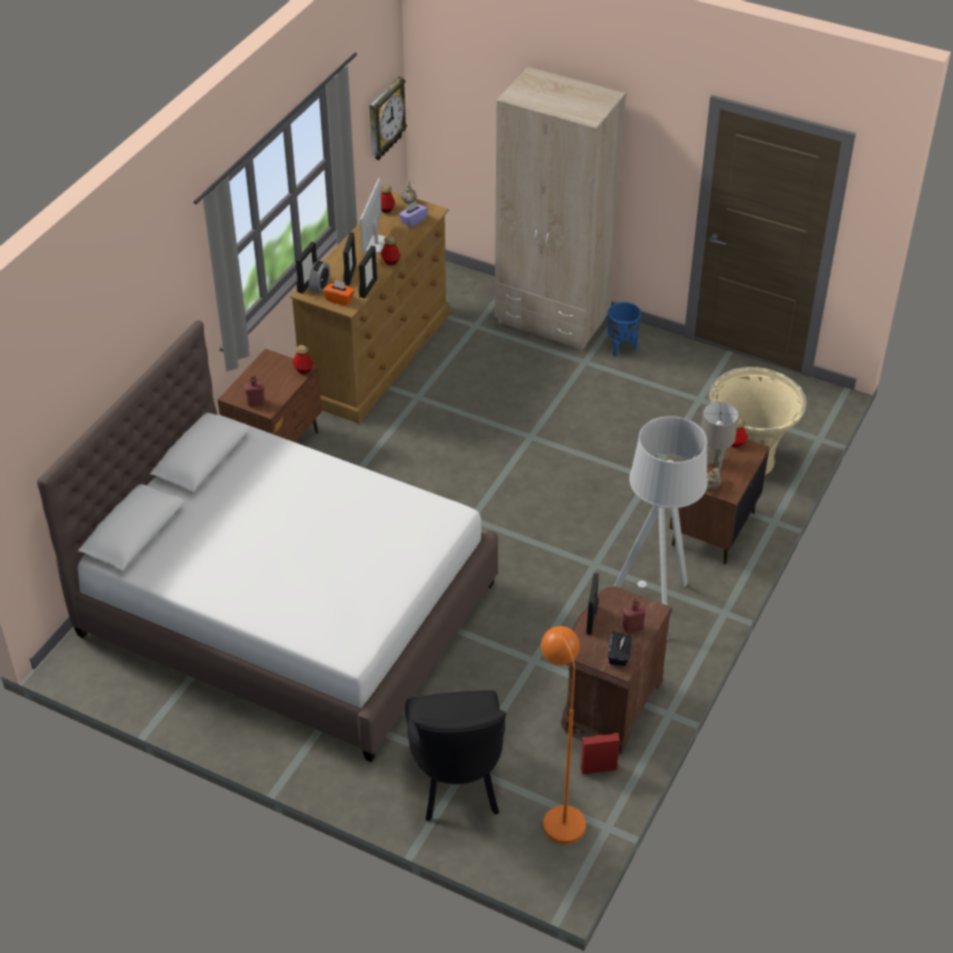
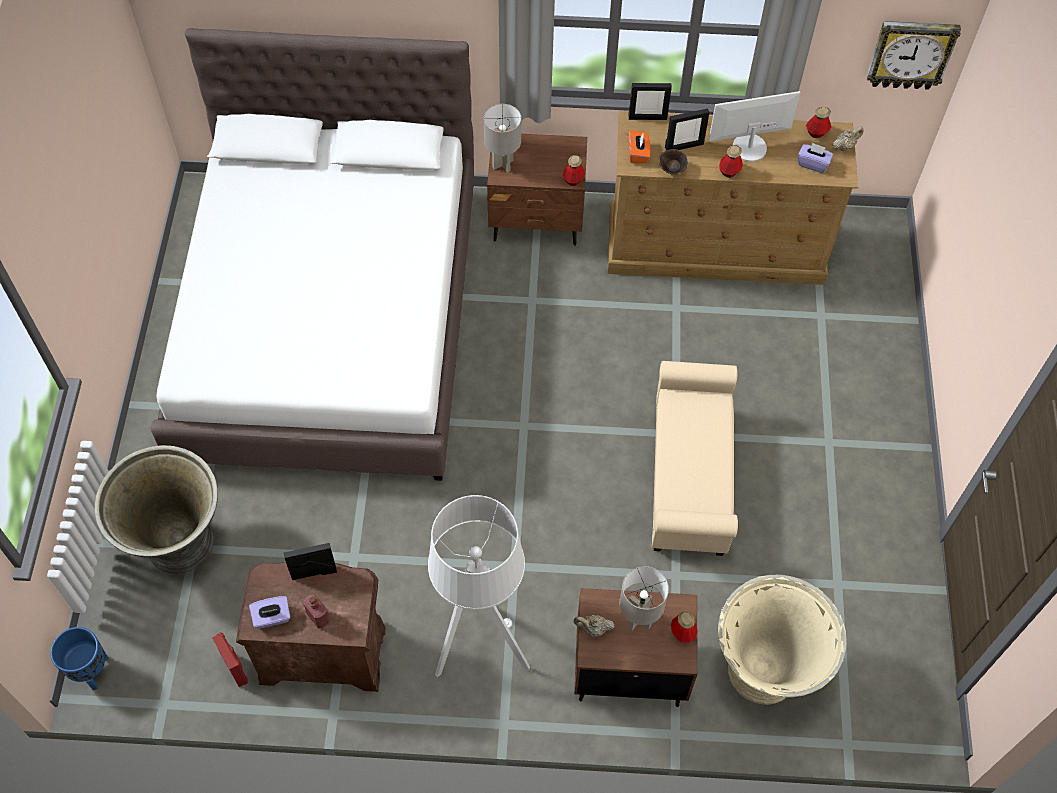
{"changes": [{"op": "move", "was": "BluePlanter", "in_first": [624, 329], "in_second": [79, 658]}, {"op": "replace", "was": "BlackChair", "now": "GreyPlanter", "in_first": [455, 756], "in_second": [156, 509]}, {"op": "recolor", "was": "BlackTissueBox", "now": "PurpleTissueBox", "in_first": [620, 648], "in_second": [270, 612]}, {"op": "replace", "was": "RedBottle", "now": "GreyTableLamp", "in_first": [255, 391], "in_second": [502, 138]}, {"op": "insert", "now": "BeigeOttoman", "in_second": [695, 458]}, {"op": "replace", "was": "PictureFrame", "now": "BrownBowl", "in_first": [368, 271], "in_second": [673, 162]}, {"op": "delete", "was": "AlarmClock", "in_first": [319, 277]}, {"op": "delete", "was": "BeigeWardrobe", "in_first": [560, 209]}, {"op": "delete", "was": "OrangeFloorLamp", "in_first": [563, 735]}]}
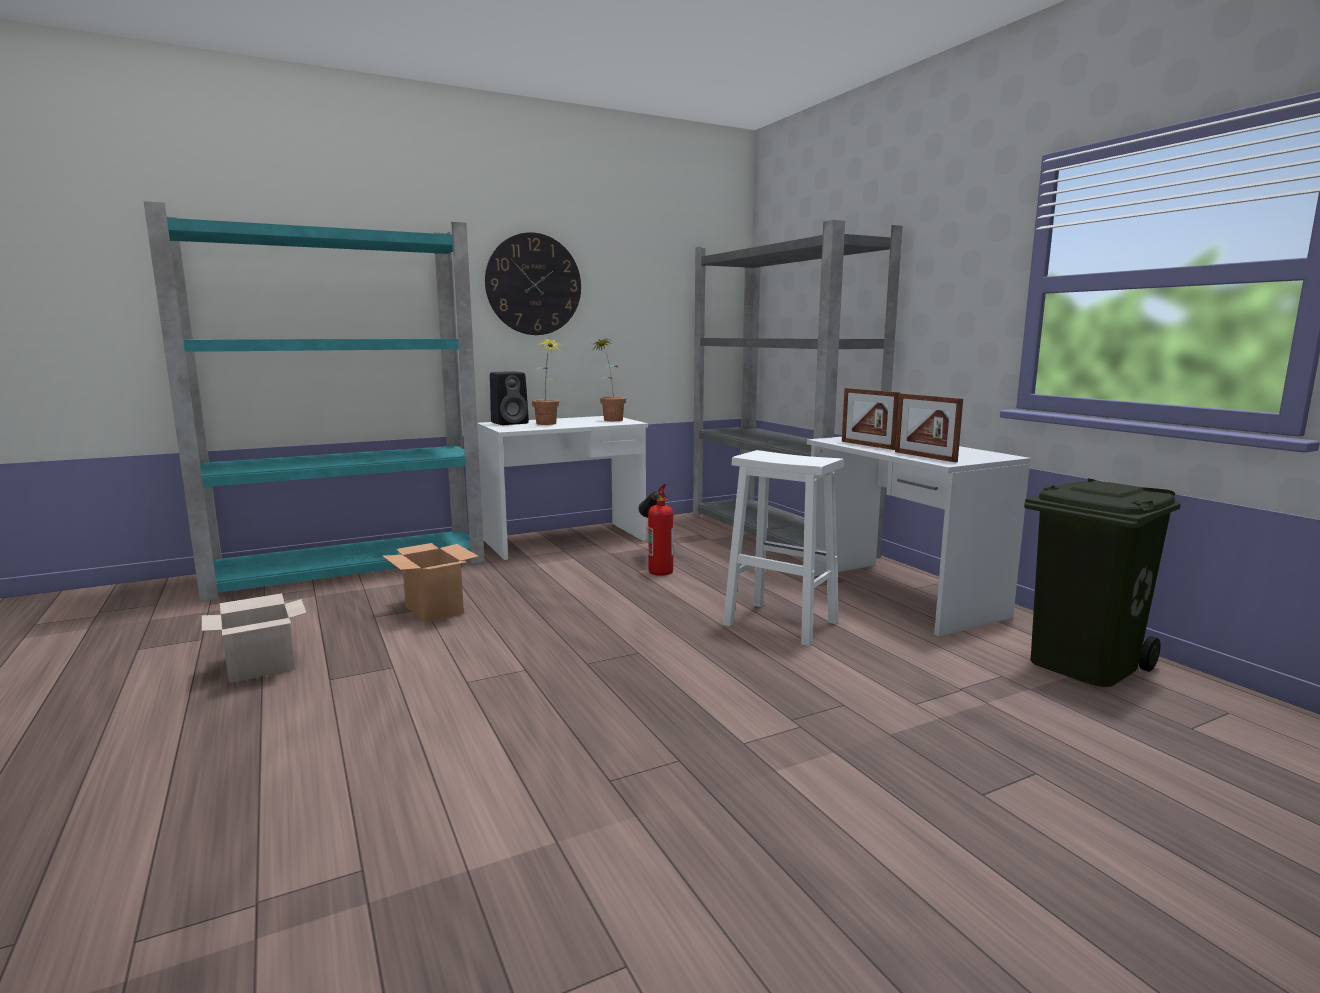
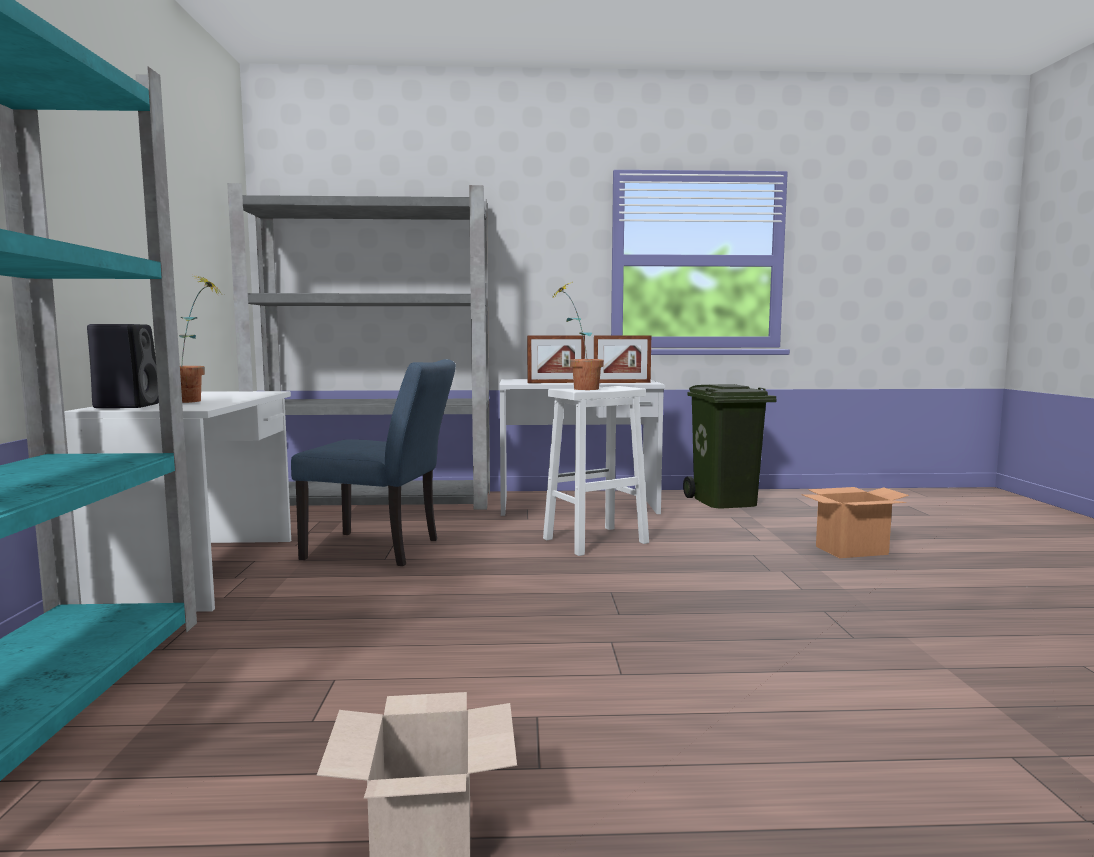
{"changes": [{"op": "replace", "was": "FireExtinguisher", "now": "BlueChair", "in_first": [656, 530], "in_second": [373, 462]}, {"op": "move", "was": "PottedPlant", "in_first": [609, 379], "in_second": [578, 336]}, {"op": "move", "was": "CardboardBox", "in_first": [431, 583], "in_second": [855, 522]}, {"op": "delete", "was": "WallClock", "in_first": [533, 283]}]}
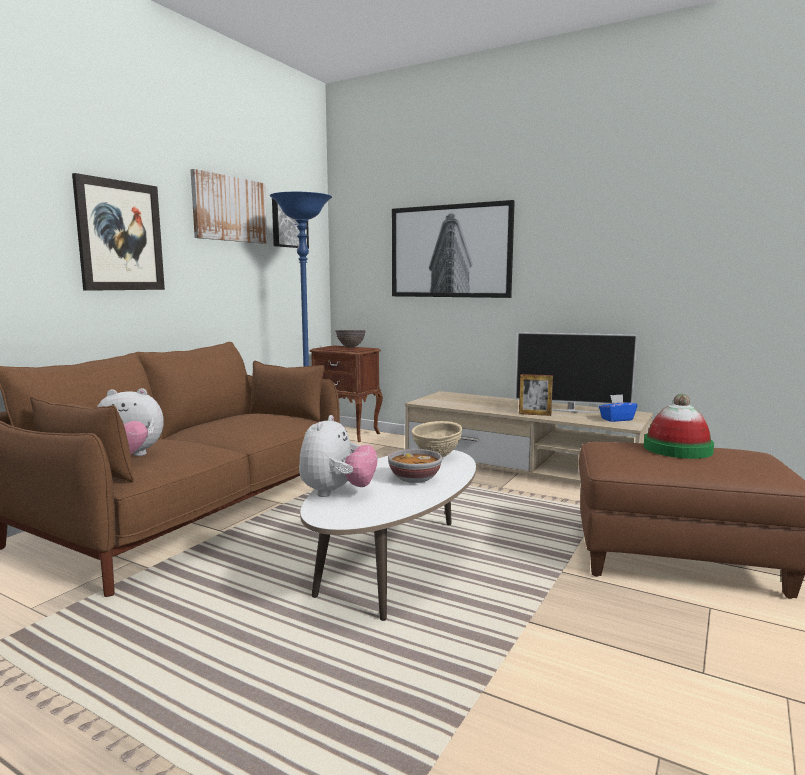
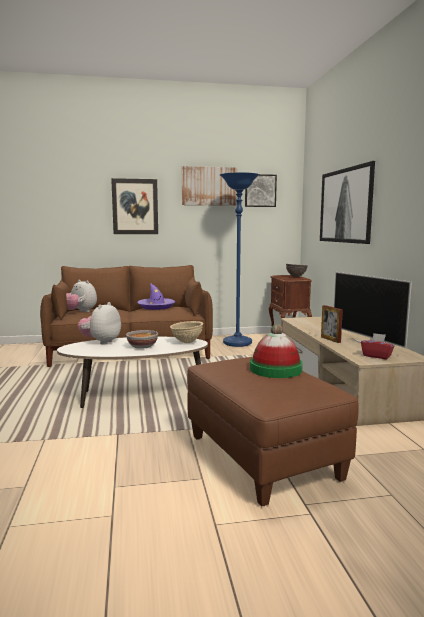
{"changes": [{"op": "rotate", "was": "PlushToy", "in_first": [338, 456], "in_second": [99, 323], "clockwise": 135}, {"op": "insert", "now": "PurpleHat", "in_second": [156, 296]}, {"op": "recolor", "was": "BlueTissueBox", "now": "RedTissueBox", "in_first": [618, 408], "in_second": [378, 346]}]}
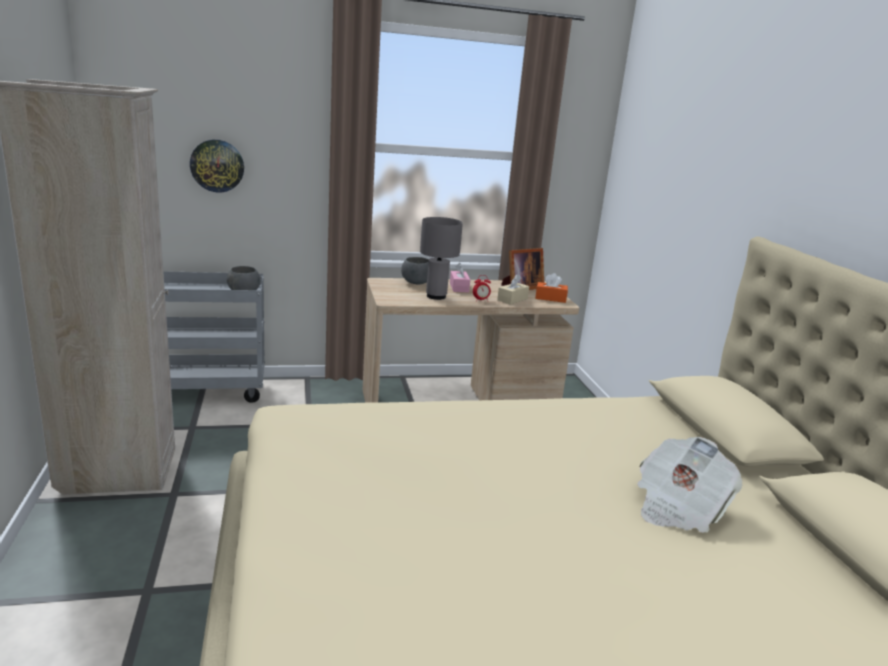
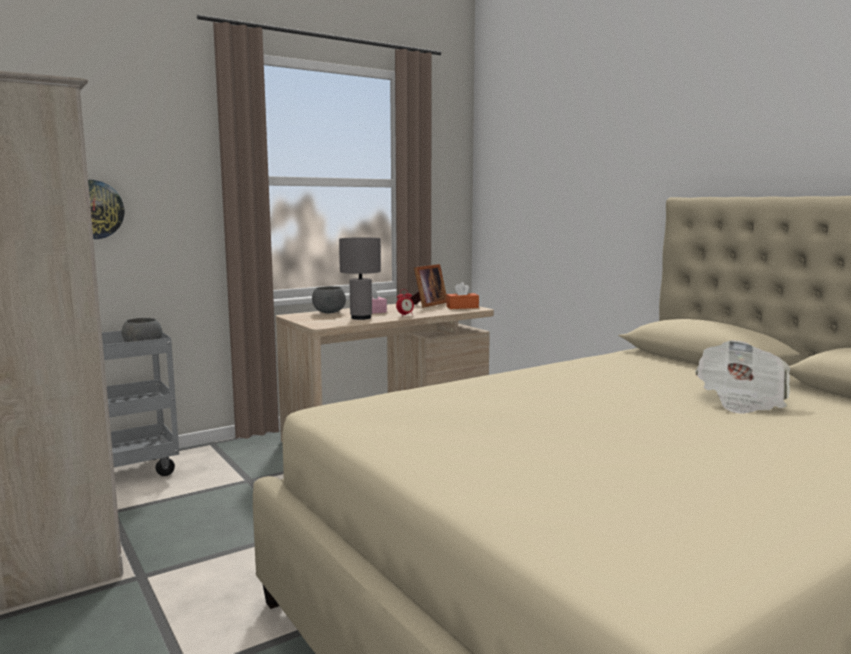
{"changes": [{"op": "delete", "was": "BeigeTissueBox", "in_first": [513, 289]}]}
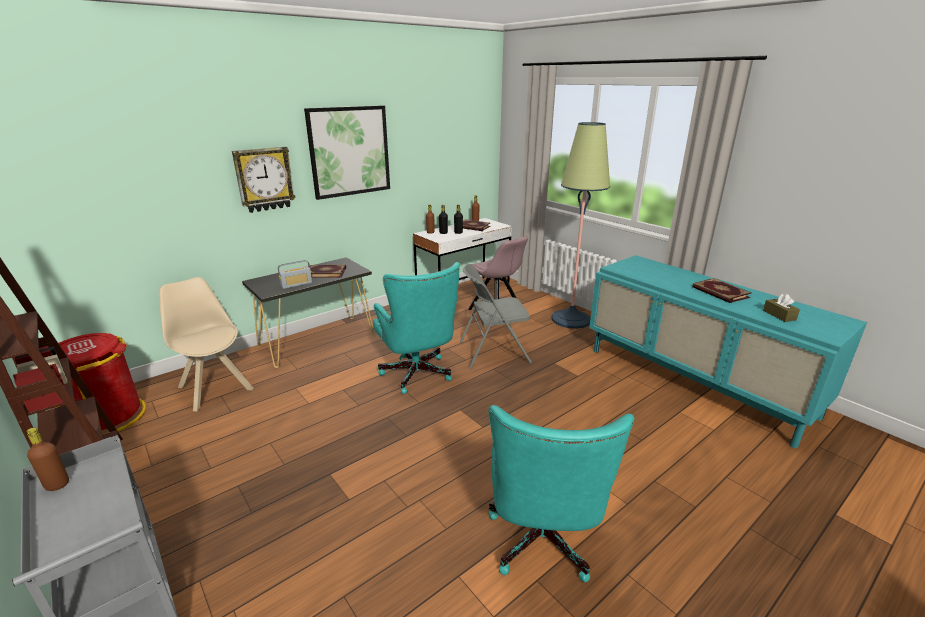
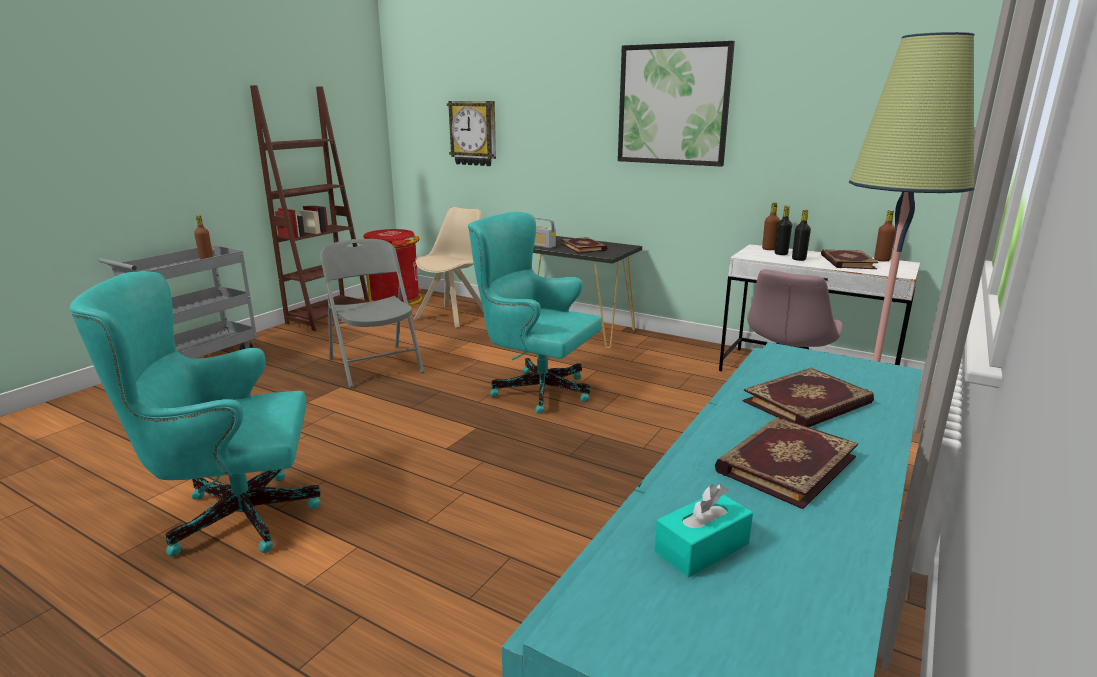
{"changes": [{"op": "move", "was": "GreyChair", "in_first": [496, 316], "in_second": [372, 313]}, {"op": "move", "was": "WallClock", "in_first": [264, 180], "in_second": [471, 133]}, {"op": "rotate", "was": "TurquoiseOfficeChair", "in_first": [416, 328], "in_second": [535, 313], "clockwise": 75}, {"op": "recolor", "was": "BrownTissueBox", "now": "TurquoiseTissueBox", "in_first": [781, 308], "in_second": [704, 531]}, {"op": "insert", "now": "Book", "in_second": [808, 397]}]}
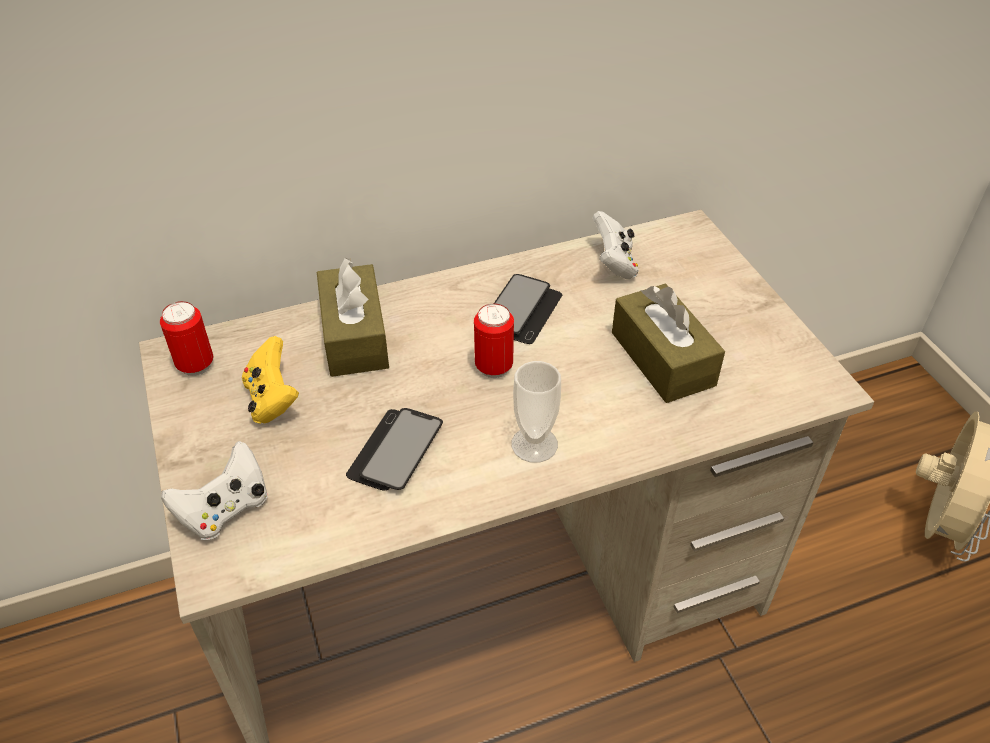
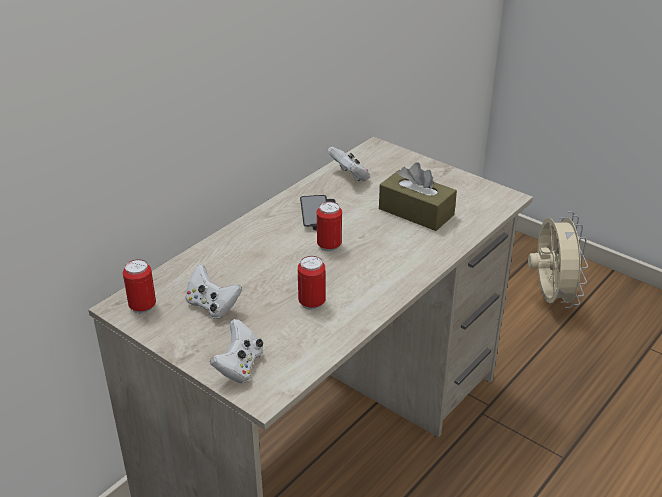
{"changes": [{"op": "recolor", "was": "YellowGameController", "now": "WhiteGameController", "in_first": [270, 380], "in_second": [213, 291]}, {"op": "replace", "was": "Phone", "now": "Can", "in_first": [394, 449], "in_second": [312, 283]}, {"op": "delete", "was": "BrownTissueBox", "in_first": [353, 317]}, {"op": "delete", "was": "Cup", "in_first": [536, 412]}]}
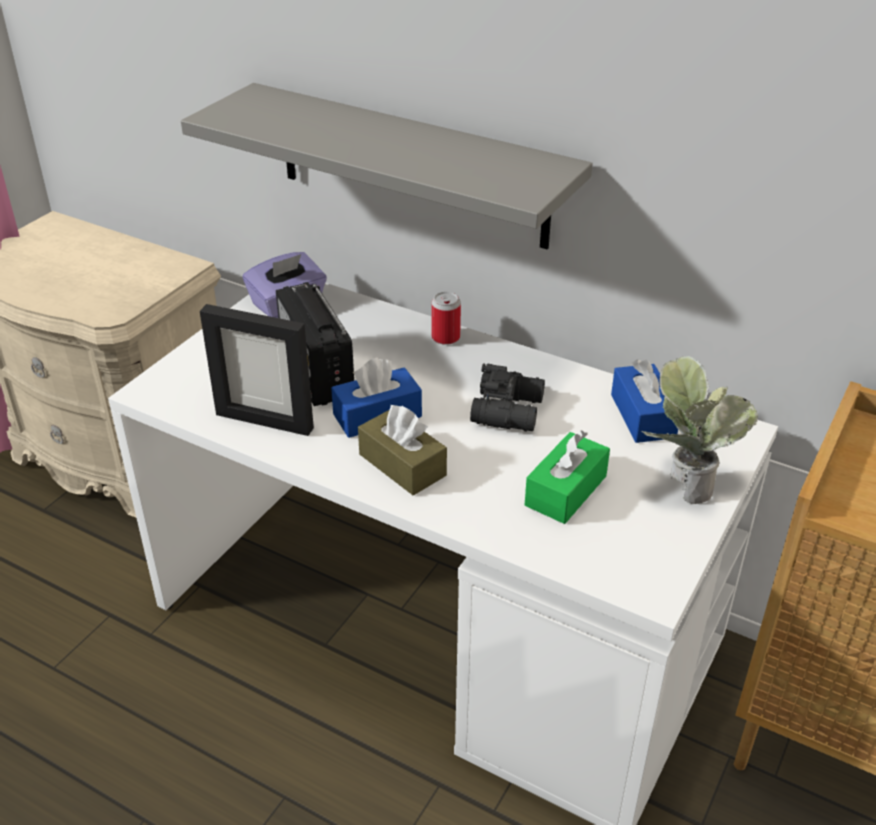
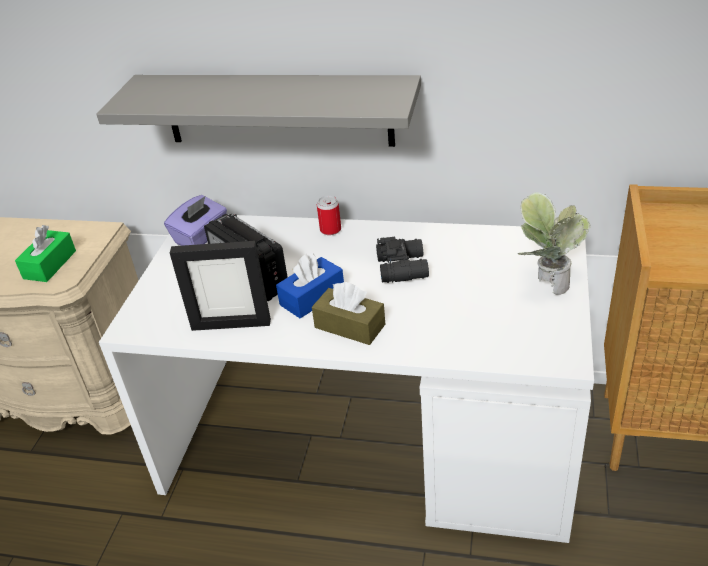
{"changes": [{"op": "move", "was": "GreenTissueBox", "in_first": [567, 477], "in_second": [45, 253]}, {"op": "delete", "was": "BlueTissueBox", "in_first": [644, 401]}]}
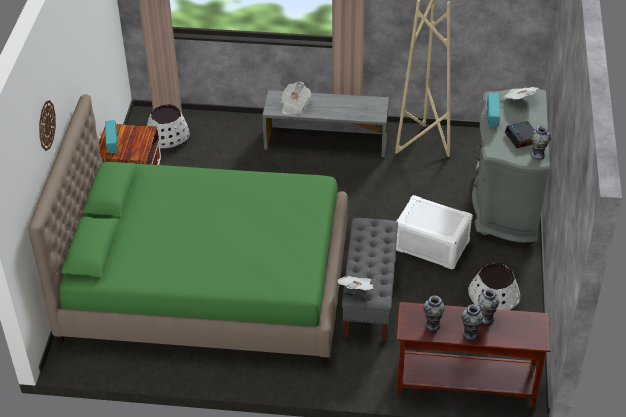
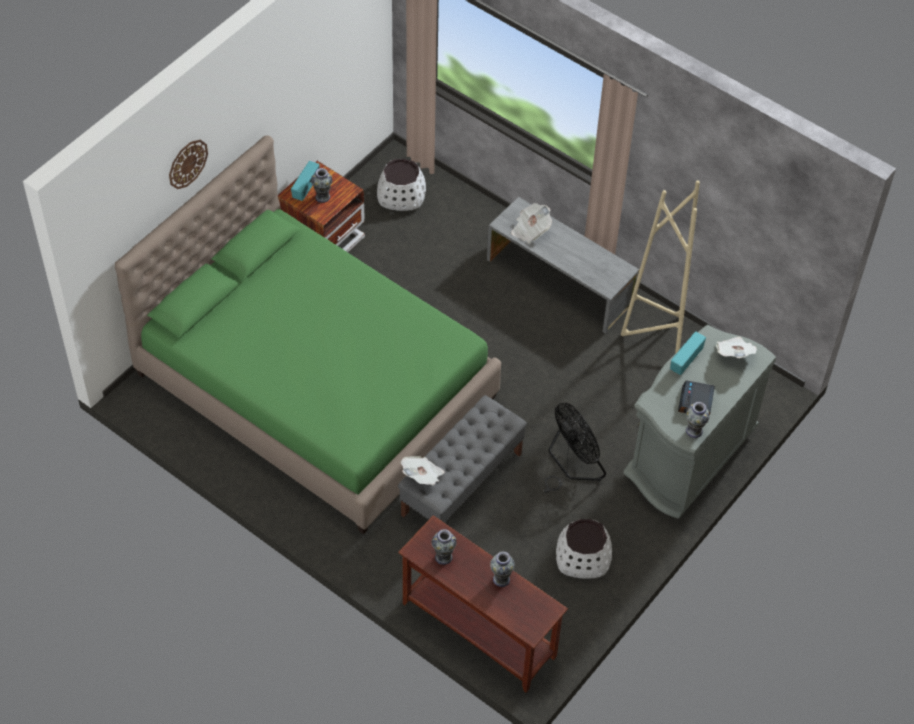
{"changes": [{"op": "move", "was": "Vase", "in_first": [472, 322], "in_second": [321, 185]}, {"op": "replace", "was": "WhiteStorageBox", "now": "BlackFan", "in_first": [434, 232], "in_second": [574, 448]}]}
